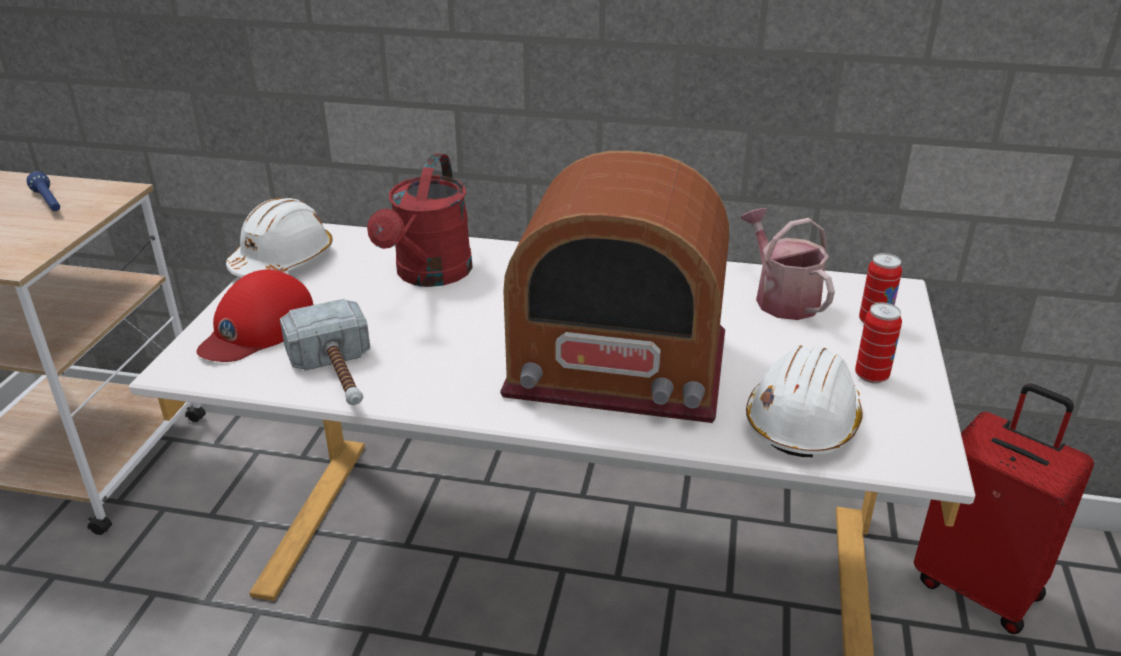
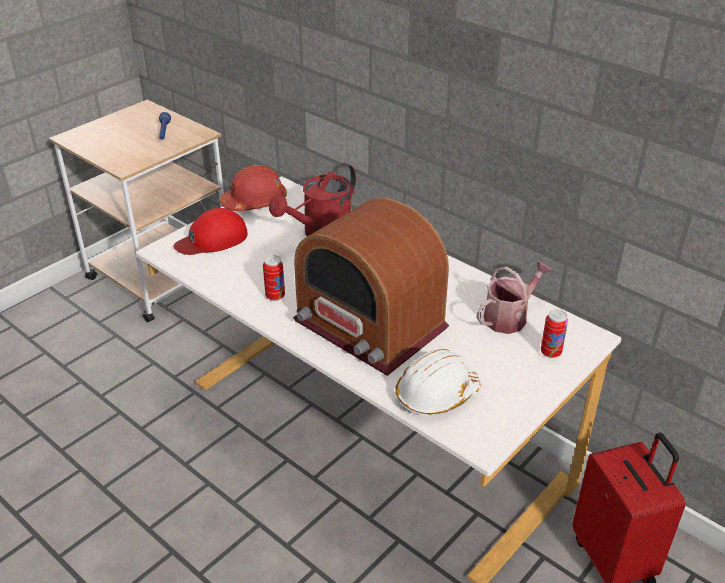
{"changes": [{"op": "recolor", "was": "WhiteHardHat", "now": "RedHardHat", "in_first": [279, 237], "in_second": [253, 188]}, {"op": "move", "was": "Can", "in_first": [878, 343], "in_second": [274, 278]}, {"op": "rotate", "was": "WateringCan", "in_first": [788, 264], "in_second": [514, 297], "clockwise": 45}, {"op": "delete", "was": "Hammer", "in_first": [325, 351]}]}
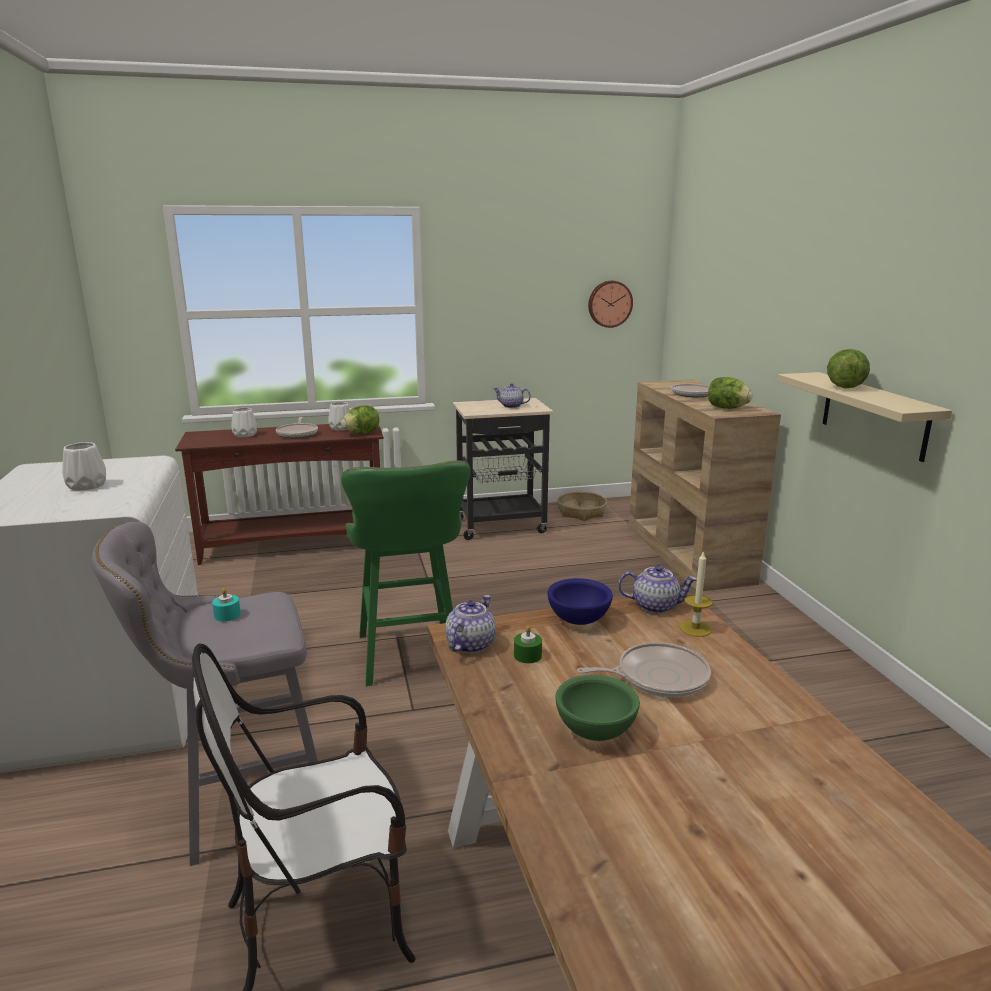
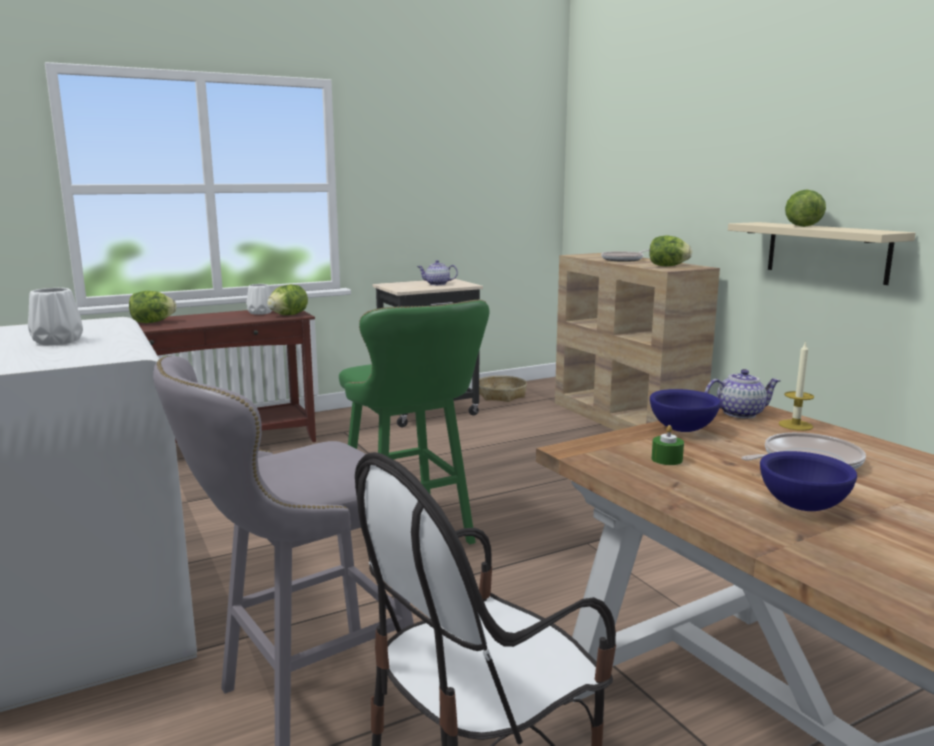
{"changes": [{"op": "replace", "was": "WhiteVase", "now": "Lettuce", "in_first": [244, 423], "in_second": [153, 307]}, {"op": "recolor", "was": "GreenBowl", "now": "BlueBowl", "in_first": [597, 708], "in_second": [808, 481]}, {"op": "delete", "was": "TurquoiseCandle", "in_first": [226, 605]}, {"op": "delete", "was": "FryingPan", "in_first": [297, 427]}, {"op": "delete", "was": "Teapot", "in_first": [470, 624]}, {"op": "delete", "was": "WallClock", "in_first": [610, 304]}]}
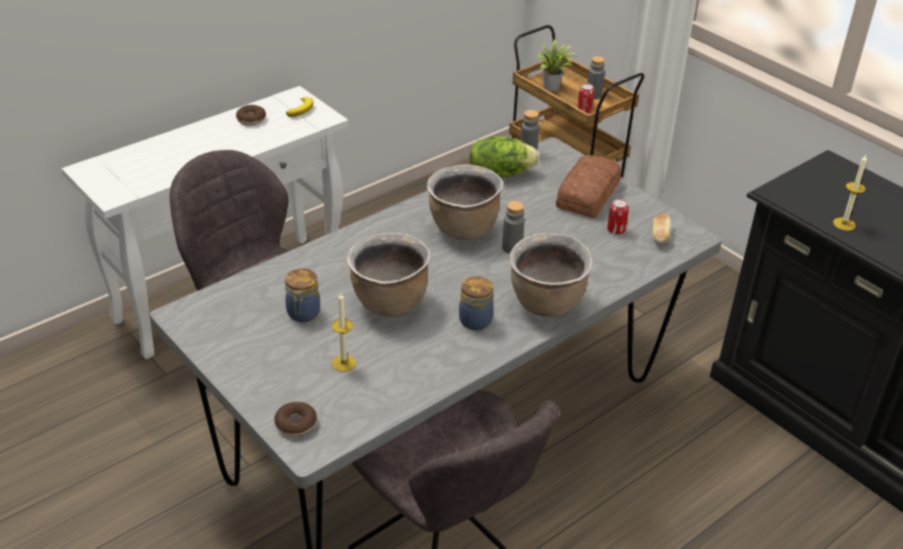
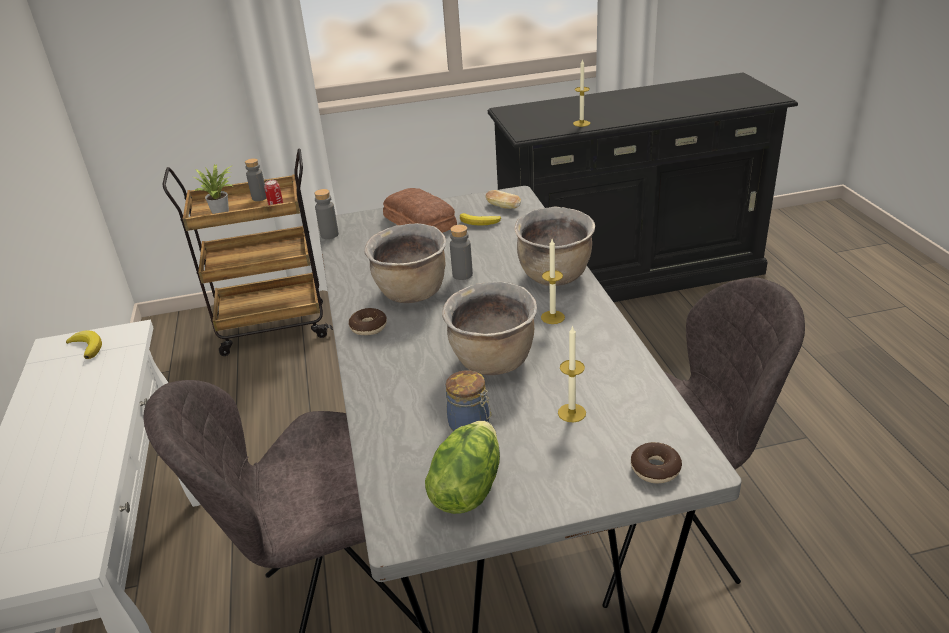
{"changes": [{"op": "move", "was": "Donut", "in_first": [251, 115], "in_second": [368, 321]}, {"op": "move", "was": "Lettuce", "in_first": [504, 157], "in_second": [462, 467]}, {"op": "replace", "was": "Can", "now": "Banana", "in_first": [618, 217], "in_second": [480, 219]}, {"op": "replace", "was": "Jar", "now": "Candle", "in_first": [476, 303], "in_second": [553, 281]}]}
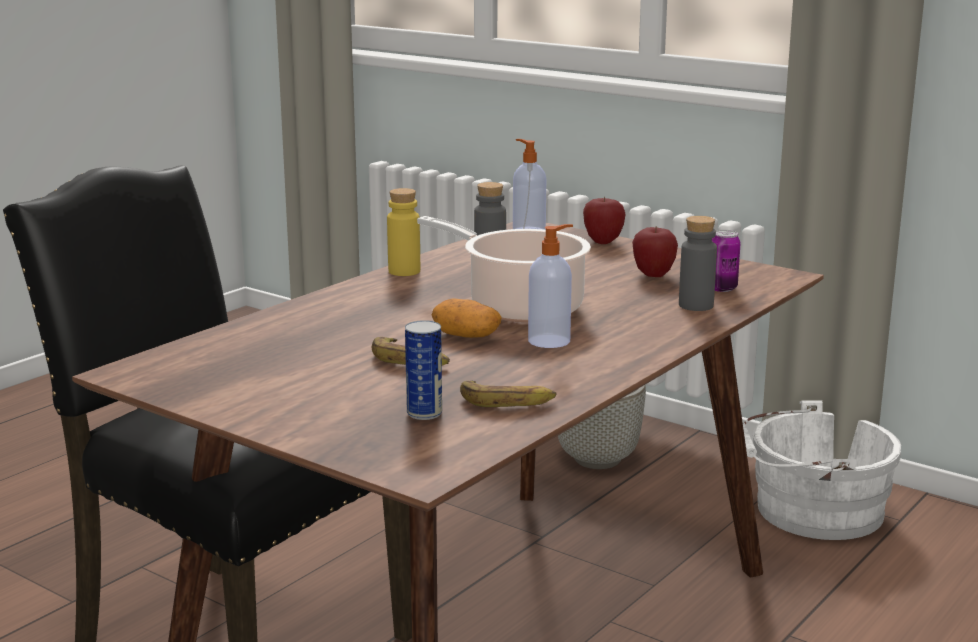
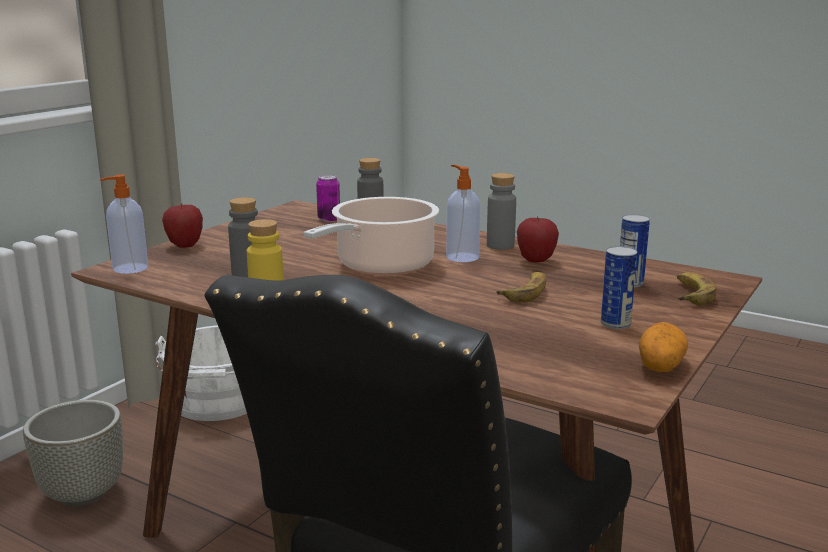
{"changes": [{"op": "insert", "now": "GreyBottle", "in_second": [501, 211]}, {"op": "move", "was": "Apple", "in_first": [655, 252], "in_second": [538, 240]}, {"op": "insert", "now": "Can", "in_second": [619, 287]}, {"op": "move", "was": "Potato", "in_first": [466, 318], "in_second": [663, 347]}, {"op": "move", "was": "Banana", "in_first": [508, 394], "in_second": [697, 288]}]}
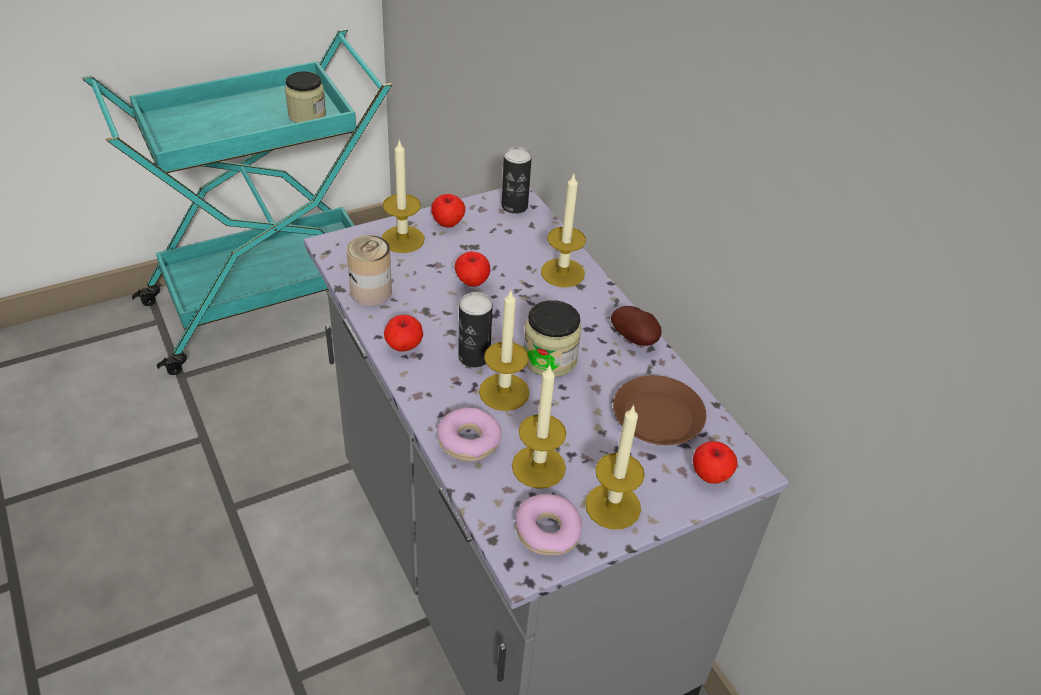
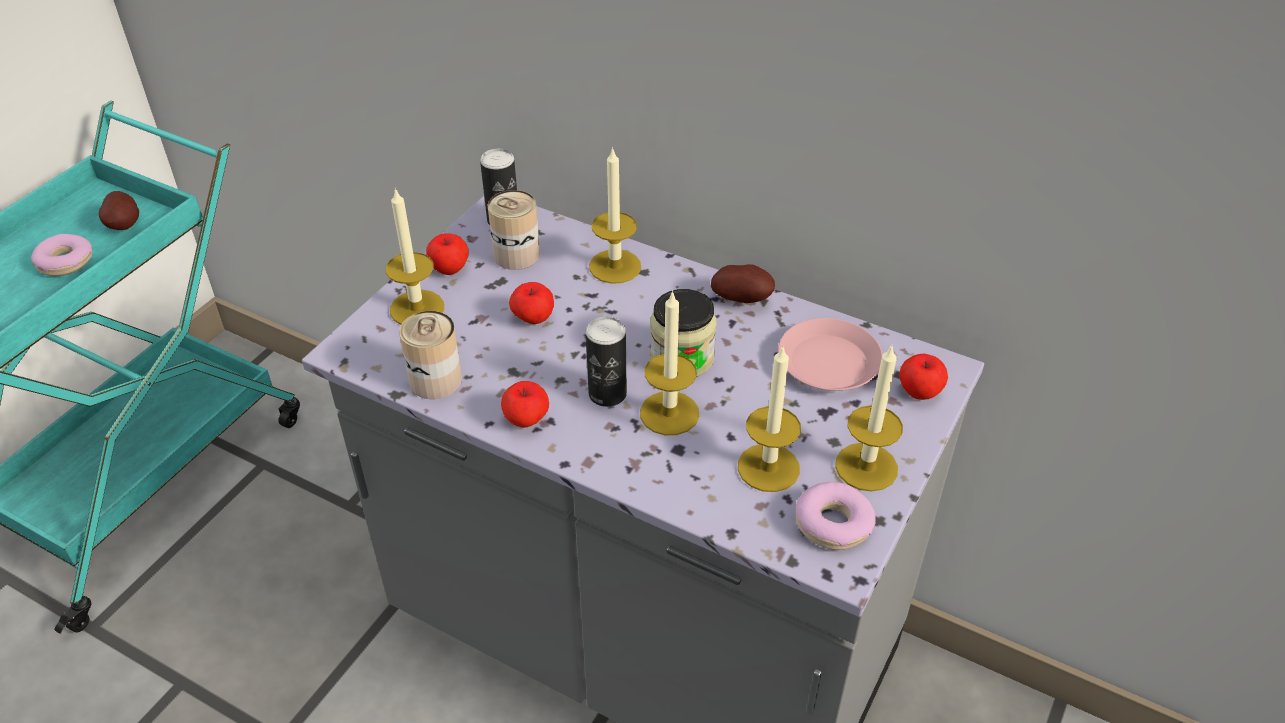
{"changes": [{"op": "move", "was": "Donut", "in_first": [469, 434], "in_second": [61, 255]}, {"op": "replace", "was": "Jar", "now": "Potato", "in_first": [305, 97], "in_second": [119, 210]}, {"op": "insert", "now": "Can", "in_second": [514, 230]}, {"op": "recolor", "was": "BrownPlate", "now": "PinkPlate", "in_first": [659, 410], "in_second": [830, 354]}]}
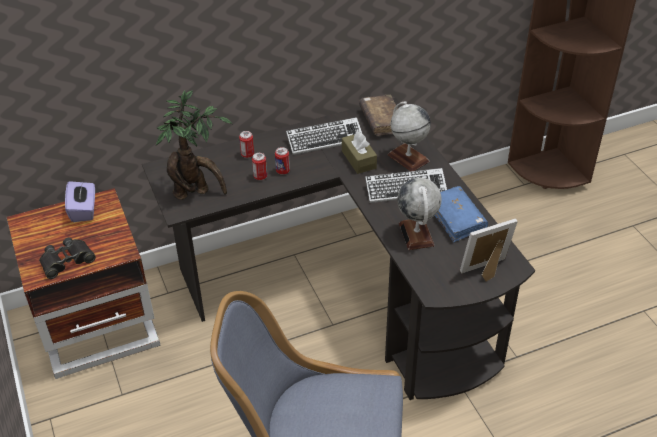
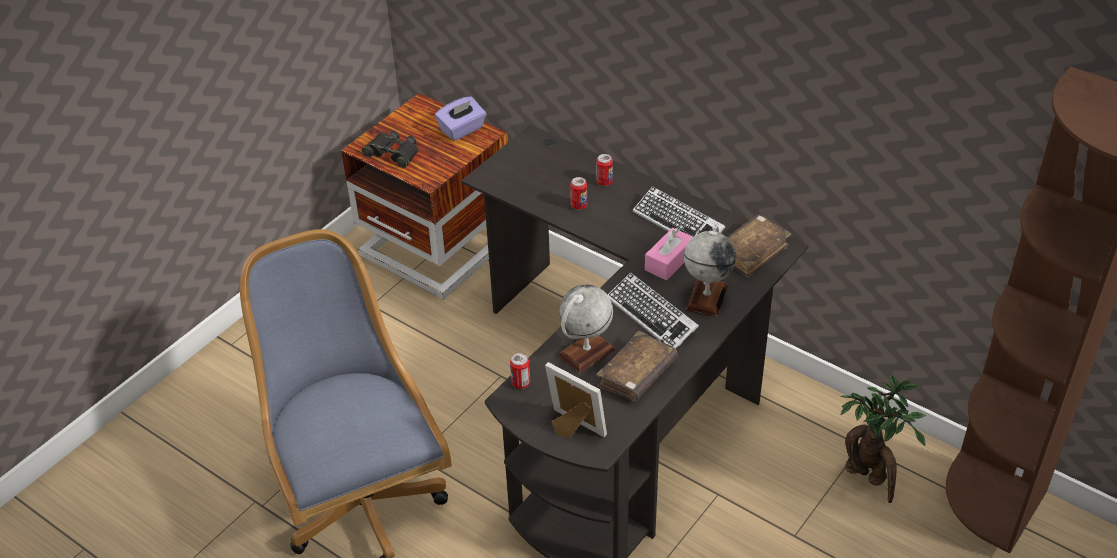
{"changes": [{"op": "move", "was": "Can", "in_first": [282, 160], "in_second": [520, 371]}, {"op": "recolor", "was": "BlueBook", "now": "BrownBook", "in_first": [461, 214], "in_second": [637, 366]}, {"op": "recolor", "was": "BrownTissueBox", "now": "PinkTissueBox", "in_first": [359, 152], "in_second": [669, 254]}, {"op": "move", "was": "PottedPlant", "in_first": [194, 145], "in_second": [883, 439]}]}
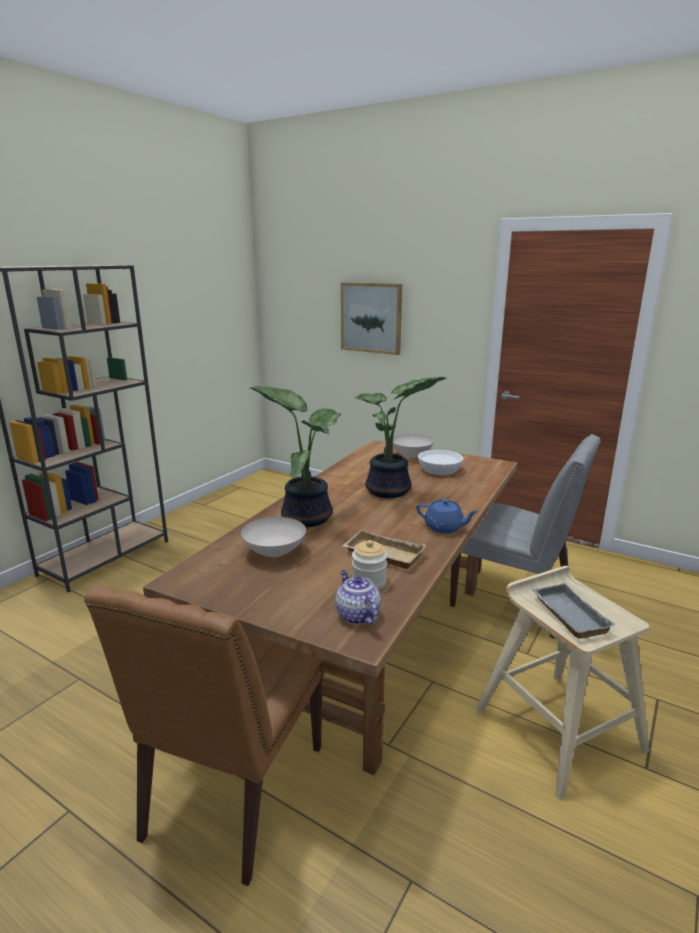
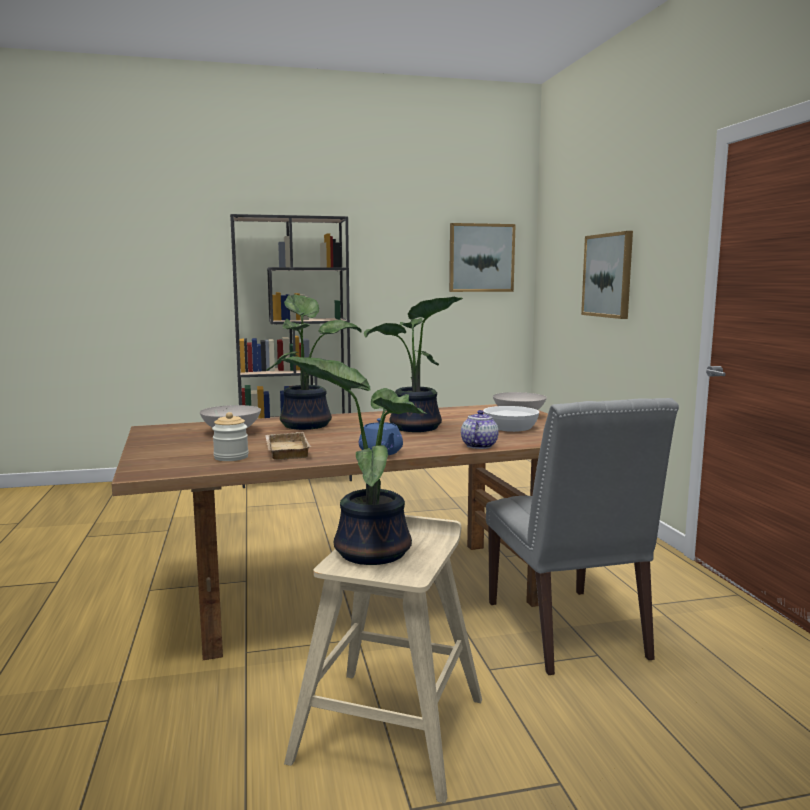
{"changes": [{"op": "replace", "was": "GreyTray", "now": "PottedPlant", "in_first": [573, 611], "in_second": [354, 460]}, {"op": "insert", "now": "Picture", "in_second": [482, 257]}, {"op": "move", "was": "Teapot", "in_first": [358, 597], "in_second": [480, 429]}, {"op": "delete", "was": "BrownChair", "in_first": [204, 736]}]}
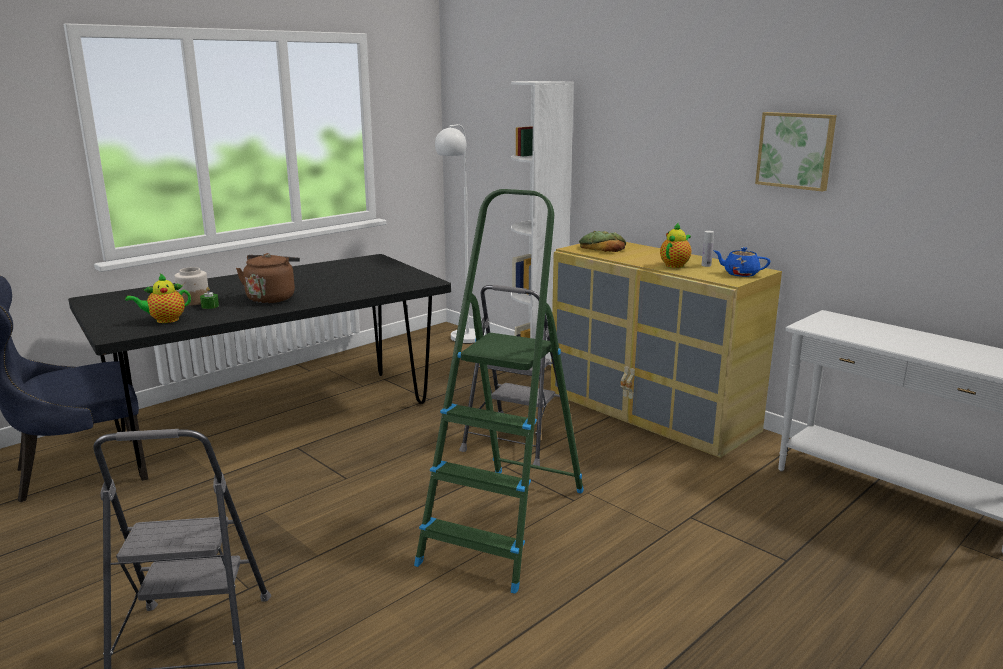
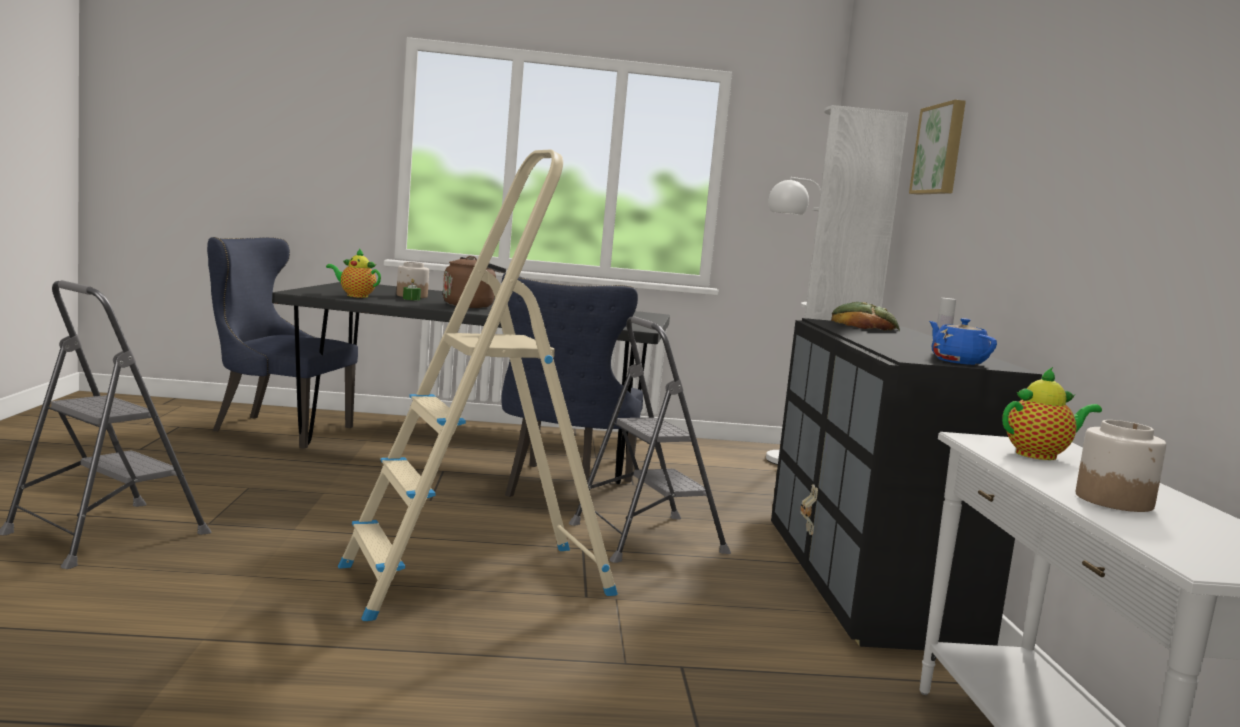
{"changes": [{"op": "recolor", "was": "GreenStepLadder", "now": "BeigeStepLadder", "in_first": [499, 391], "in_second": [478, 385]}, {"op": "insert", "now": "BlueChair", "in_second": [572, 385]}, {"op": "recolor", "was": "YellowCabinet", "now": "BlackCabinet", "in_first": [666, 350], "in_second": [906, 484]}, {"op": "move", "was": "Picture", "in_first": [796, 152], "in_second": [937, 147]}, {"op": "move", "was": "Teapot", "in_first": [675, 245], "in_second": [1052, 413]}, {"op": "insert", "now": "Jar", "in_second": [1121, 466]}]}
